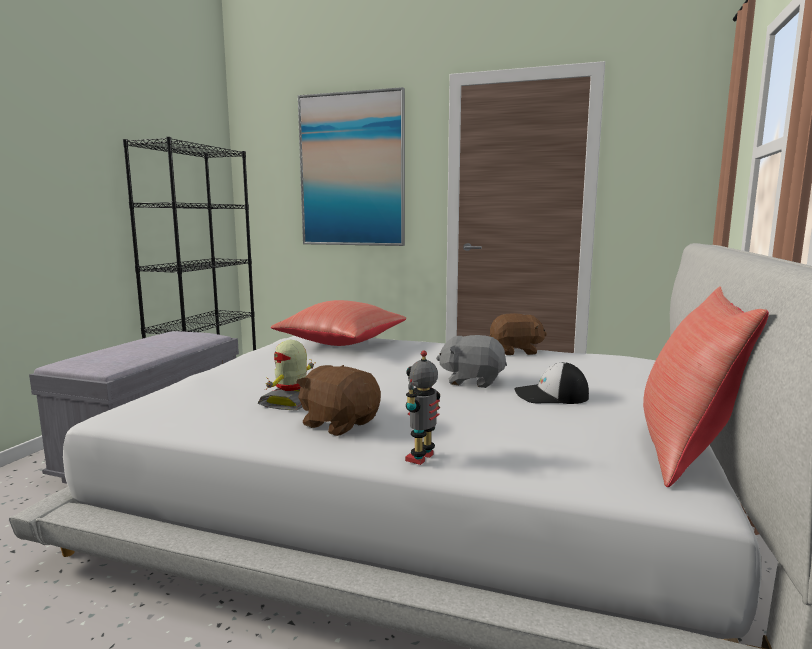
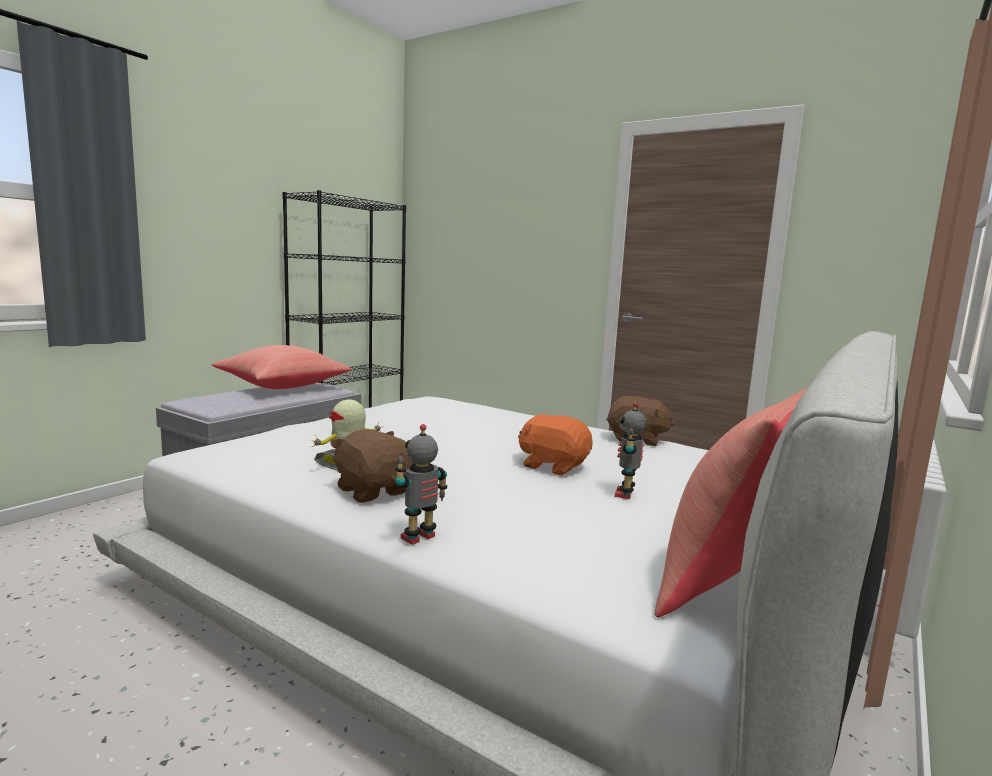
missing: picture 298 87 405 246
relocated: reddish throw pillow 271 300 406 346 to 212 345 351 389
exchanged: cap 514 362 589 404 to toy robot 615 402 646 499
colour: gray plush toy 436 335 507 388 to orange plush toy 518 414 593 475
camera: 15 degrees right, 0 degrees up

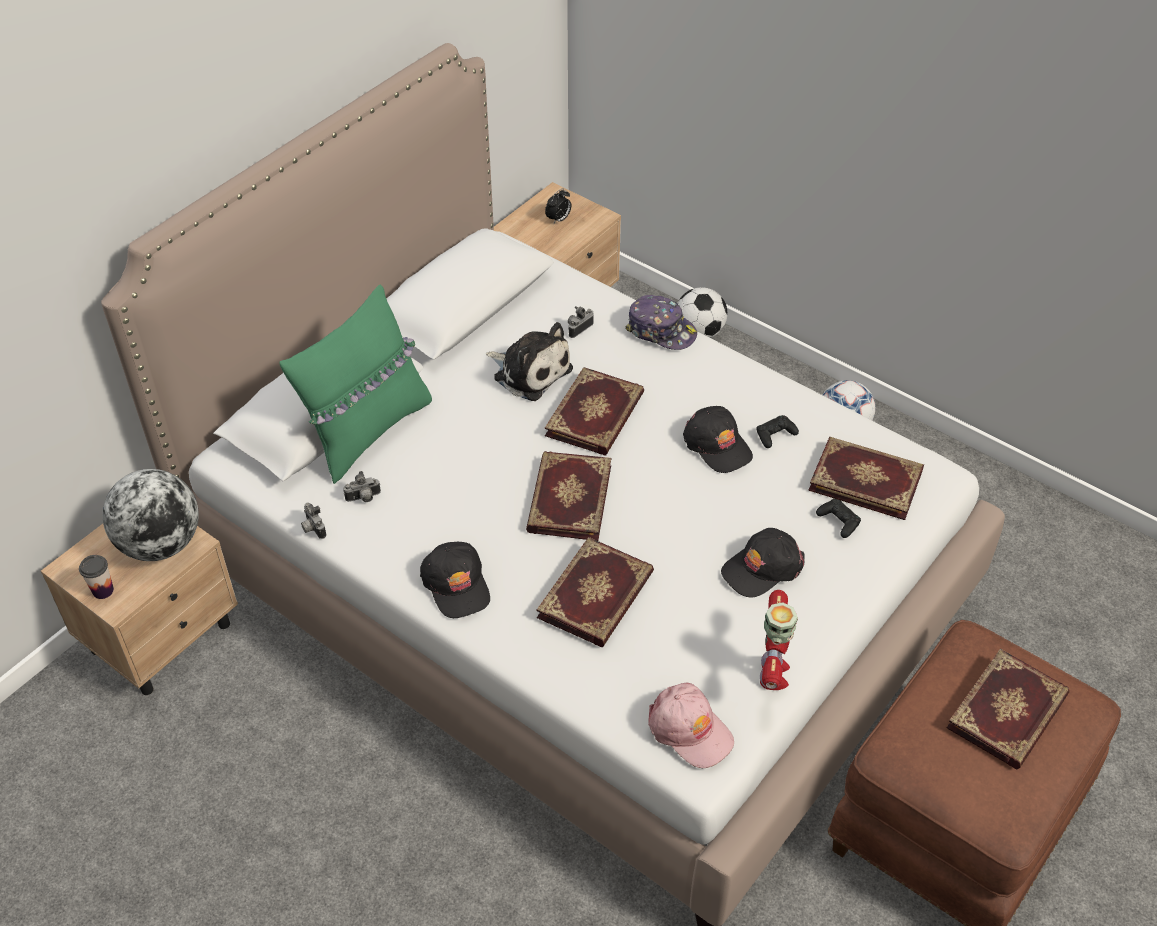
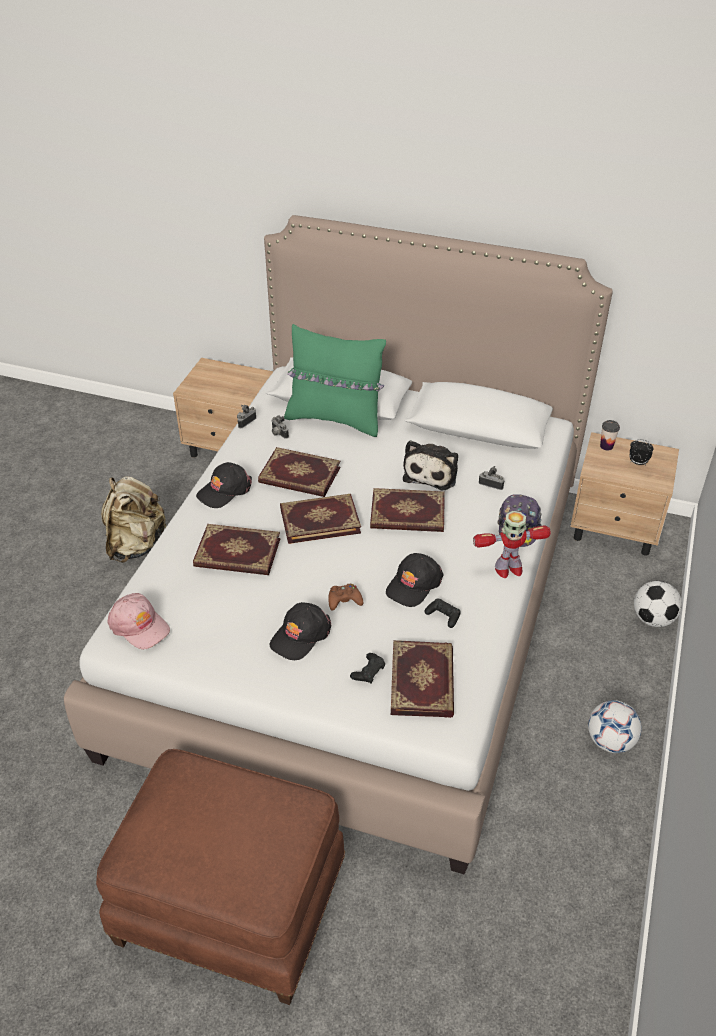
missing: world globe 102 469 199 561
appeared: beige backpack 101 476 166 563; brown-coloured game controller 328 584 363 610
relocated: book 947 649 1069 770 to 258 447 341 497; toy robot 760 590 798 690 to 473 511 551 578; cup 79 555 114 599 to 600 420 620 450
spun: pink cap 648 683 734 768 = 107 593 170 649 75 degrees counterclockwise; black-coloured cap 721 528 804 598 = 270 602 331 660 90 degrees counterclockwise
camera: 70 degrees right, 5 degrees down

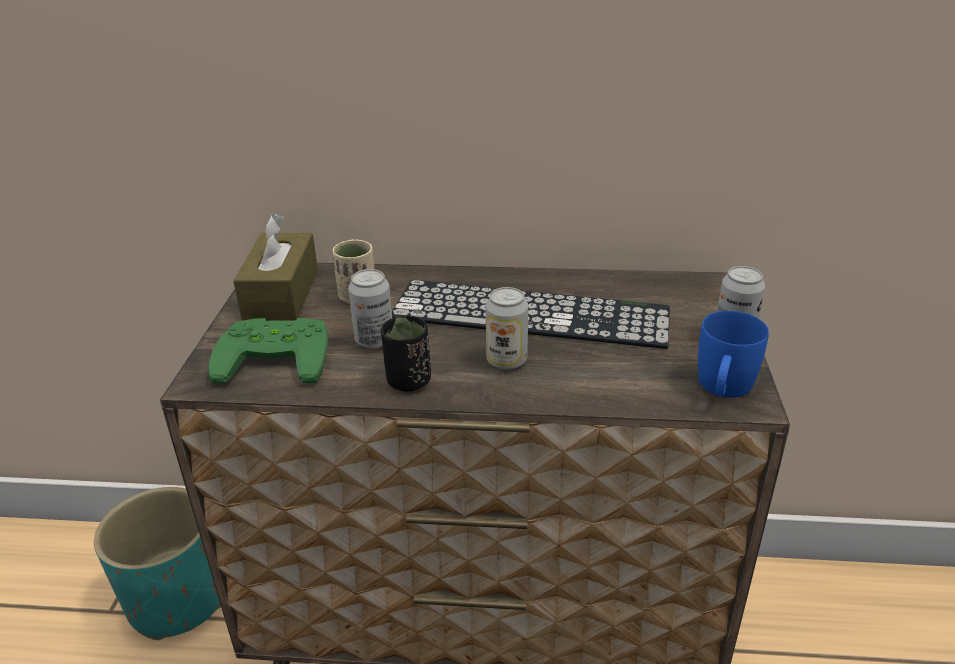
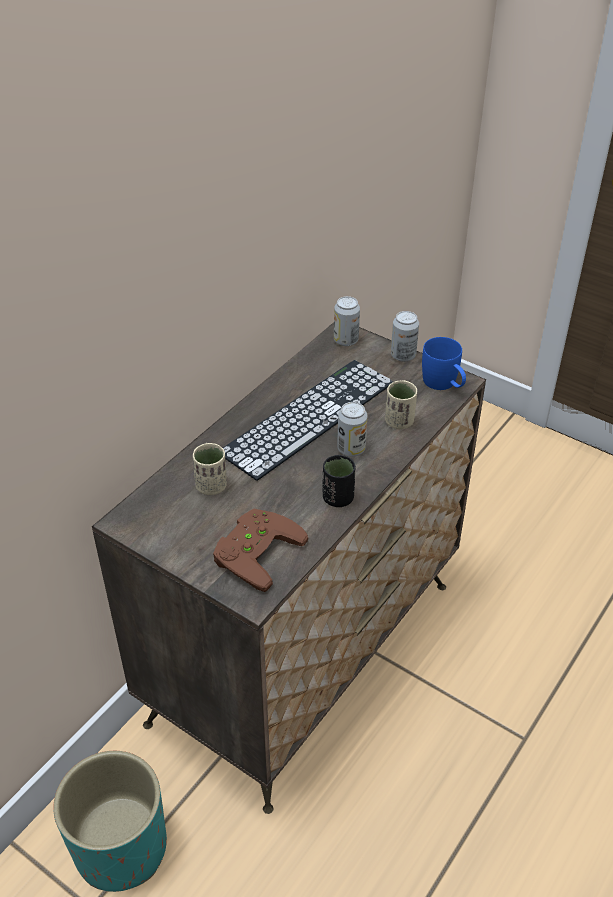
missing: brown-coloured tissue holder 233 214 318 321
appeared: beige cup 385 380 417 429
relocated: sealed can 348 269 392 349 to 334 296 360 346
colour: greenish game controller 208 318 328 384 to brown-coloured game controller 213 508 309 592
camera: 60 degrees left, 10 degrees up

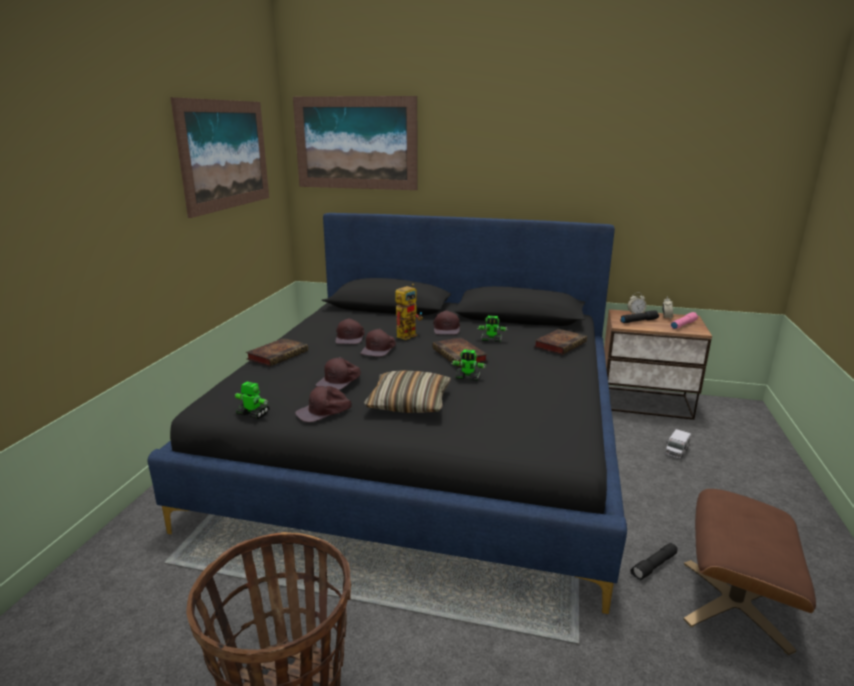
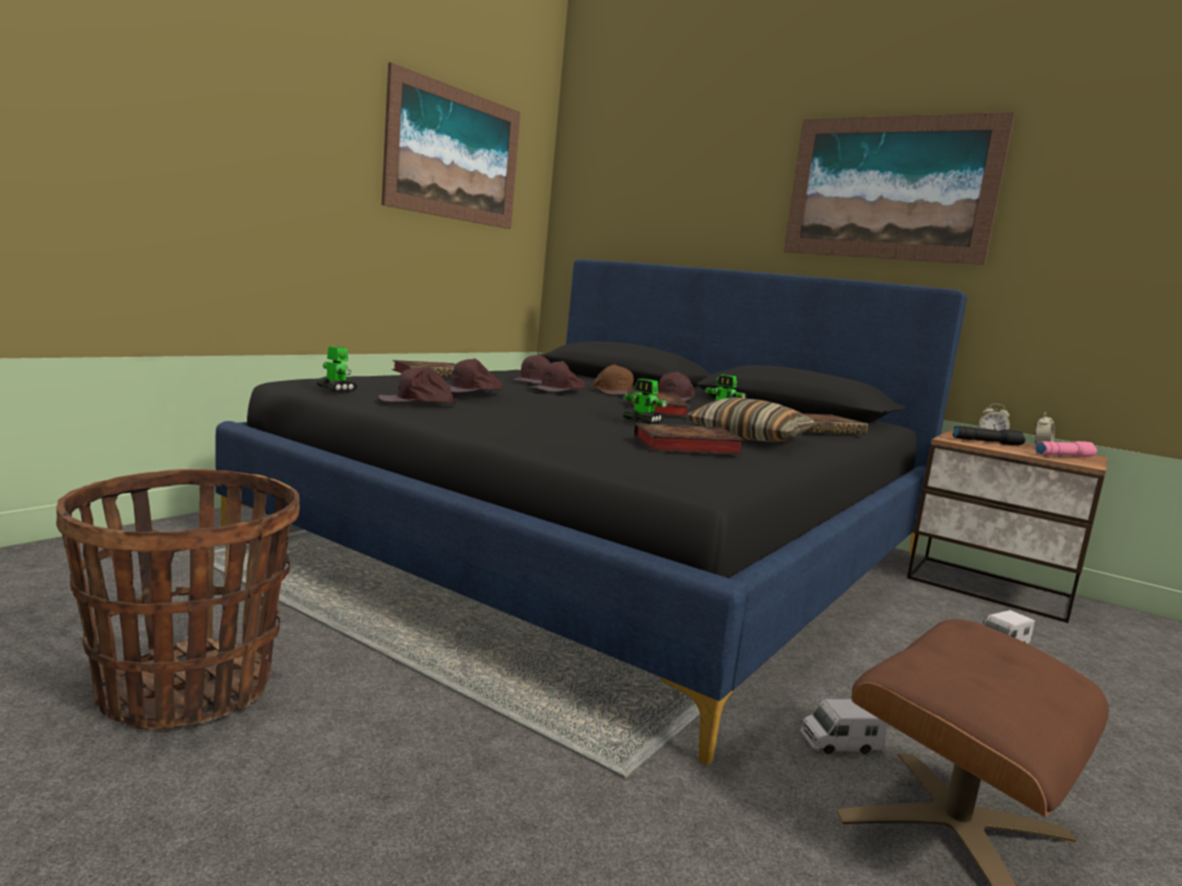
appeared: book 634 423 745 455
relocated: throw pillow 364 370 451 413 to 687 397 817 442; picture 293 96 418 190 to 784 112 1015 265
exchanged: toy robot 395 284 423 340 to brown-coloured cap 593 364 634 395; black-coloured torch 630 543 678 580 to toy lorry 800 699 888 754
camera: 20 degrees right, 10 degrees down

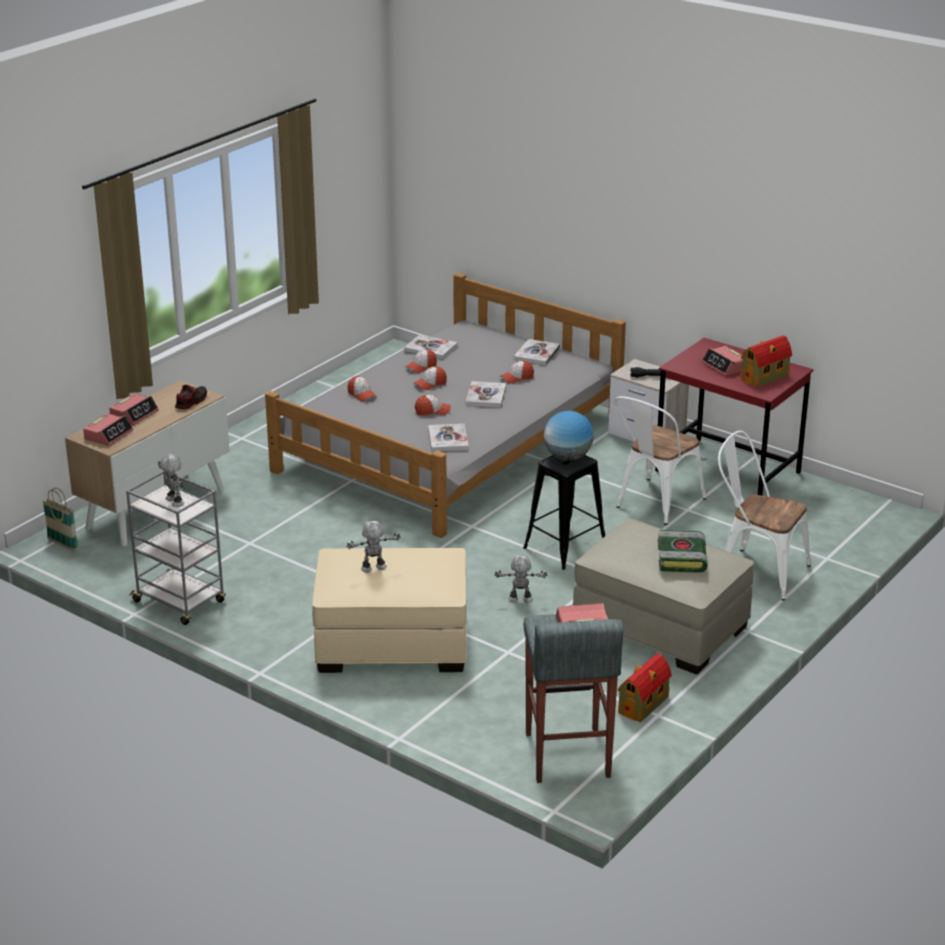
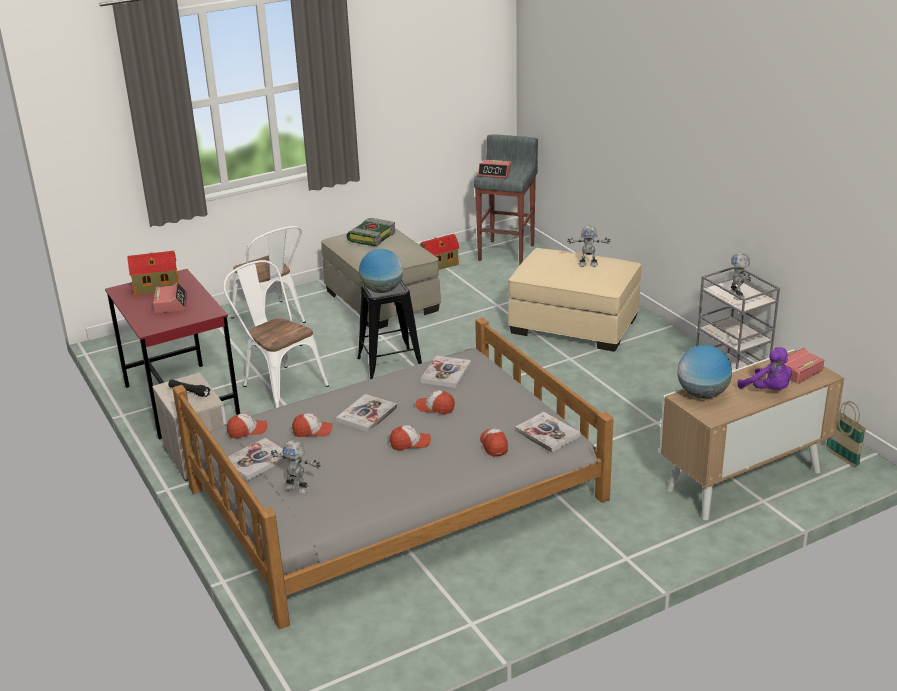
relocated: cap 406 349 437 373 to 227 414 267 439; toy robot 495 556 547 603 to 271 440 321 494; book 404 335 457 359 to 515 412 581 453
exchanged: shoe 175 385 207 409 to world globe 677 345 732 399; alarm clock 109 393 159 425 to purplish plush toy 738 347 792 390
spun: white plain chair 614 396 706 525 = 223 260 329 408 105 degrees counterclockwise
camera: 155 degrees left, 0 degrees up

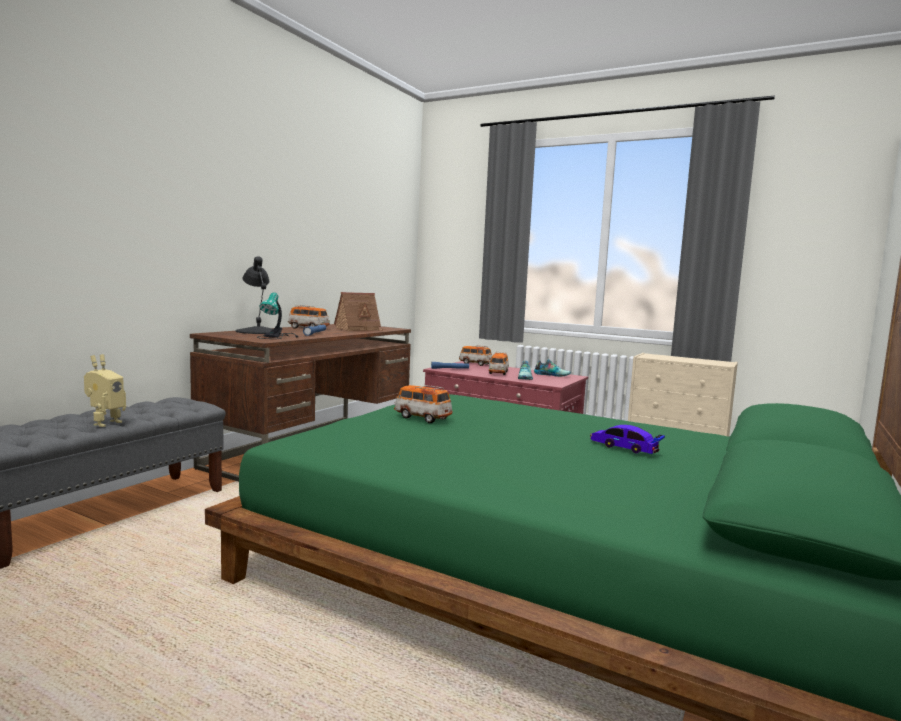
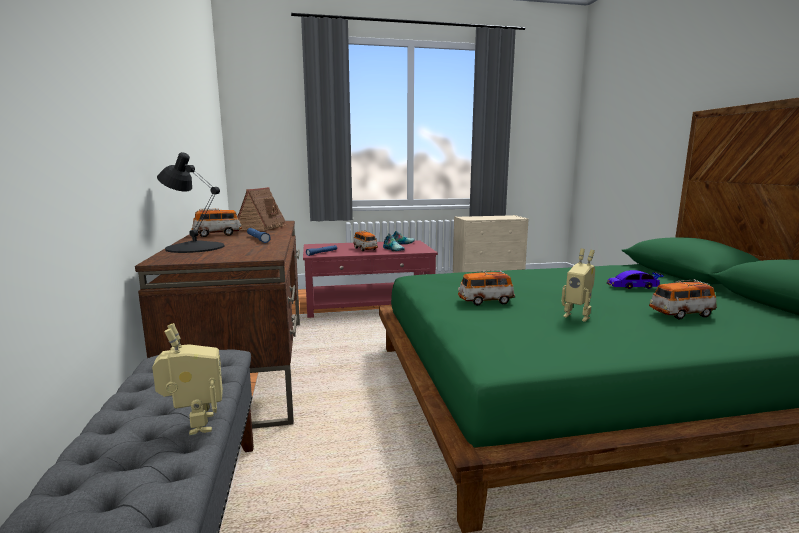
missing: lamp for a table 257 292 299 339
appeared: toy robot 561 248 595 322
relocated: model car 459 345 492 366 to 649 279 717 319
camera: 40 degrees left, 5 degrees up

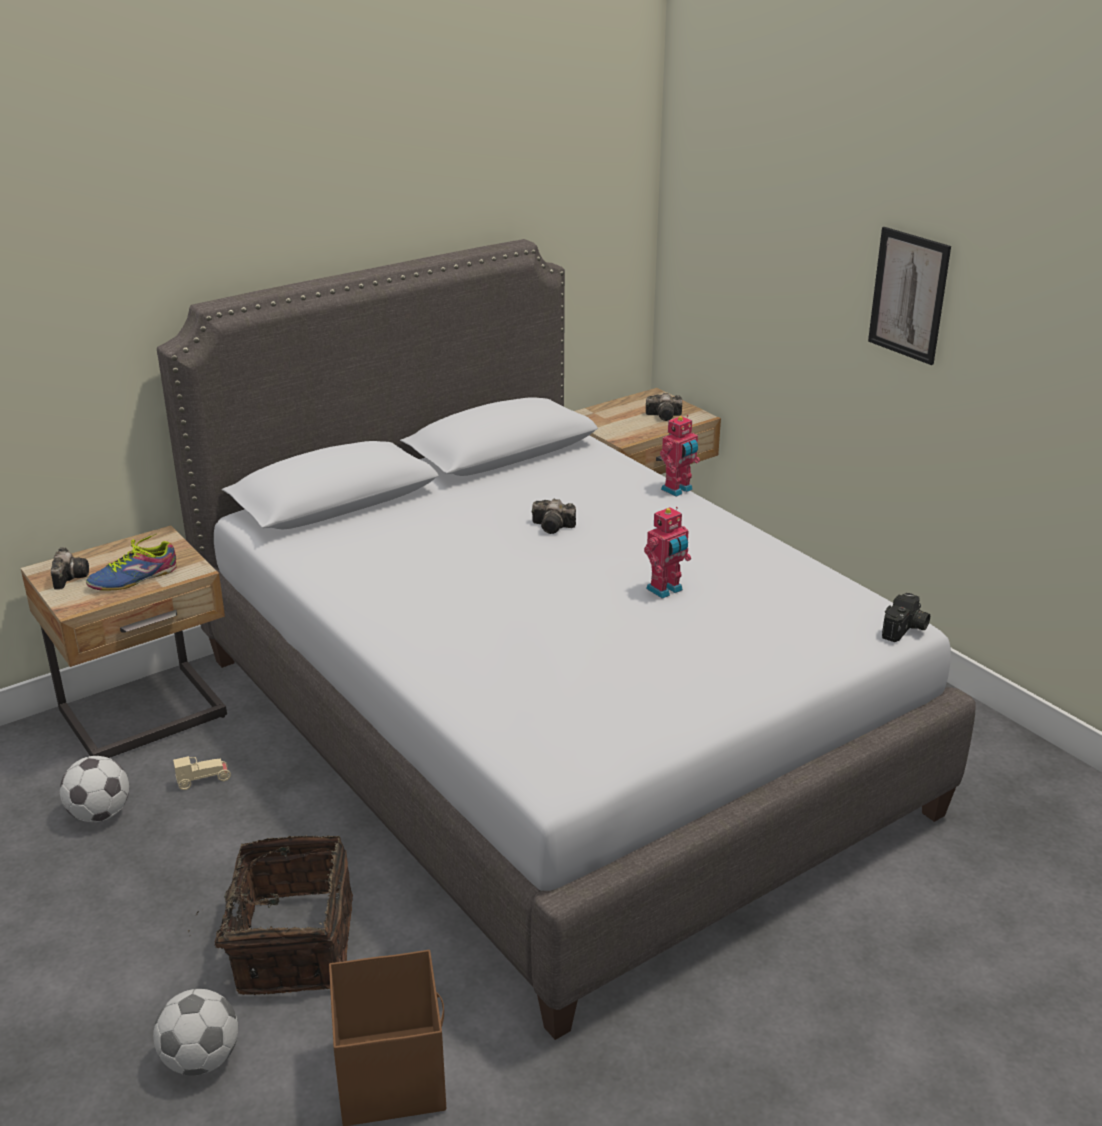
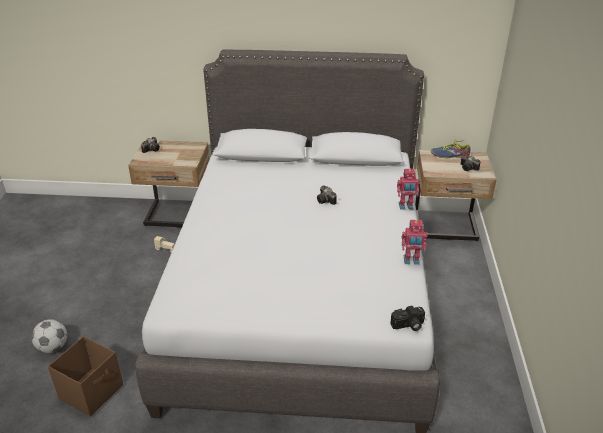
missing: football 60 756 129 822; basket 188 835 353 995; picture 868 227 951 365
relocated: toy robot 644 507 691 599 to 402 220 428 265; shoe 86 534 177 591 to 431 140 471 158
camera: 40 degrees right, 5 degrees up

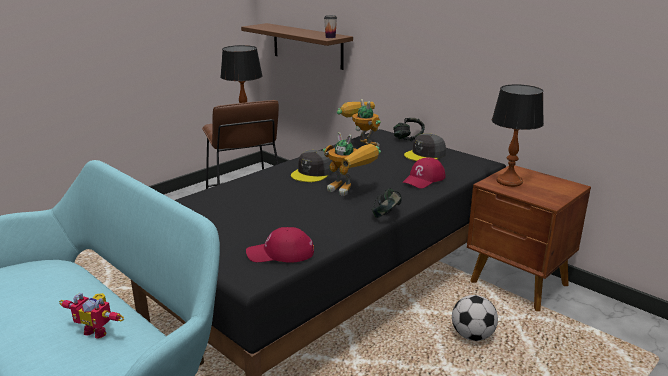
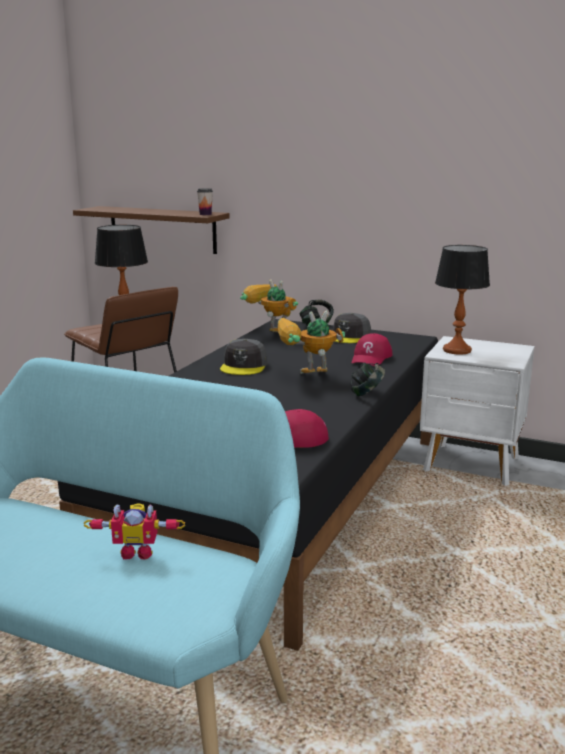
missing: football 452 295 498 341
colour: brown-coloured night table 467 165 591 311 to white night table 420 336 535 486
spun: toy robot 323 132 381 196 = 278 311 345 374 150 degrees clockwise
camera: 20 degrees left, 5 degrees down

